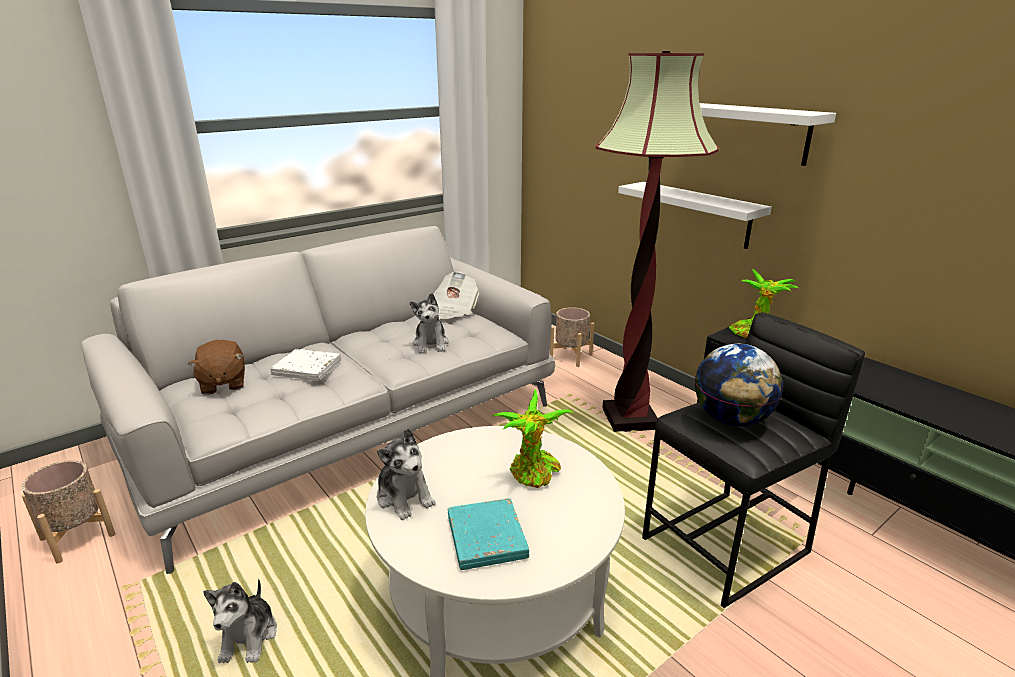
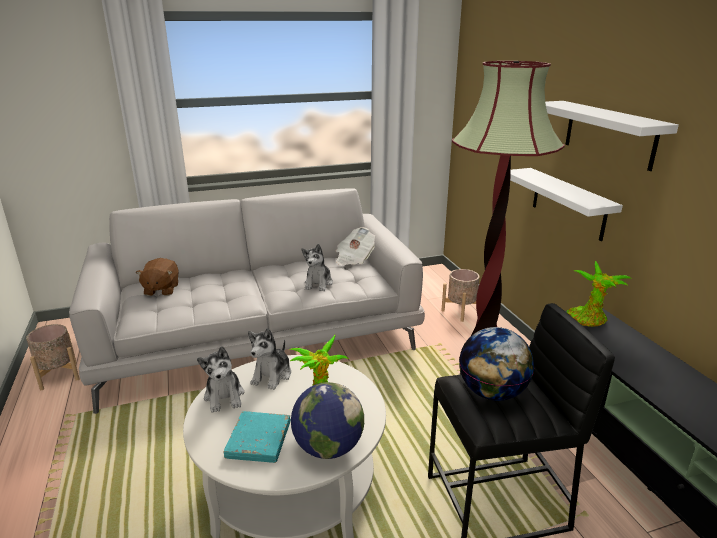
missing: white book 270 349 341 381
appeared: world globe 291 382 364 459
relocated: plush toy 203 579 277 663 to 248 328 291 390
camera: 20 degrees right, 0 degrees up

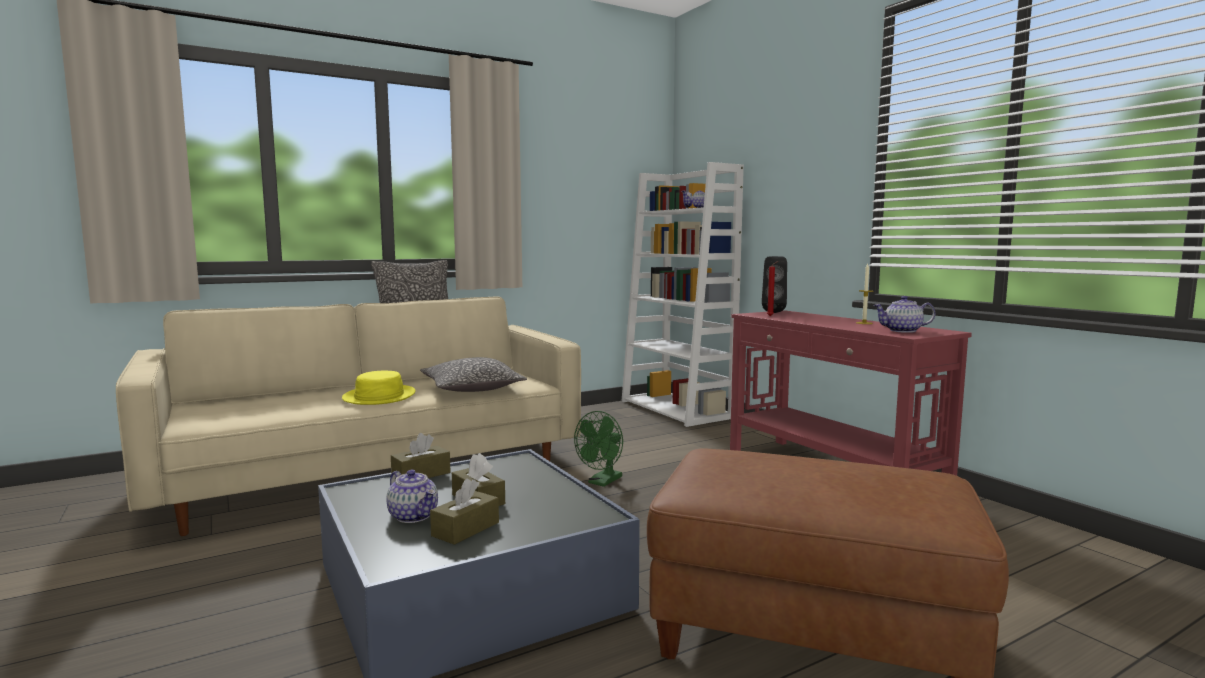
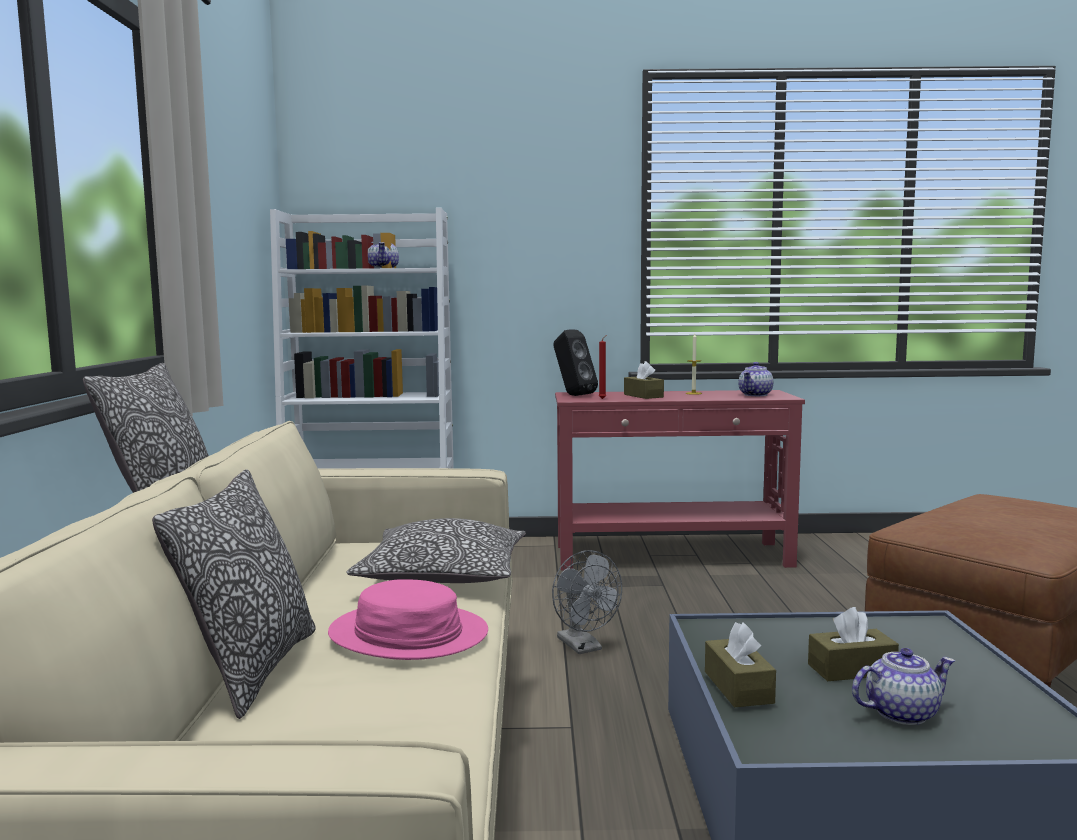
appeared: throw pillow 152 469 316 719
relocated: brown-coloured tissue holder 430 479 499 545 to 624 361 664 399
colour: yellow hat 342 371 415 405 to pink hat 328 579 488 660; greenish cooling fan 574 411 623 487 to gray cooling fan 552 550 622 654
camera: 60 degrees left, 0 degrees up

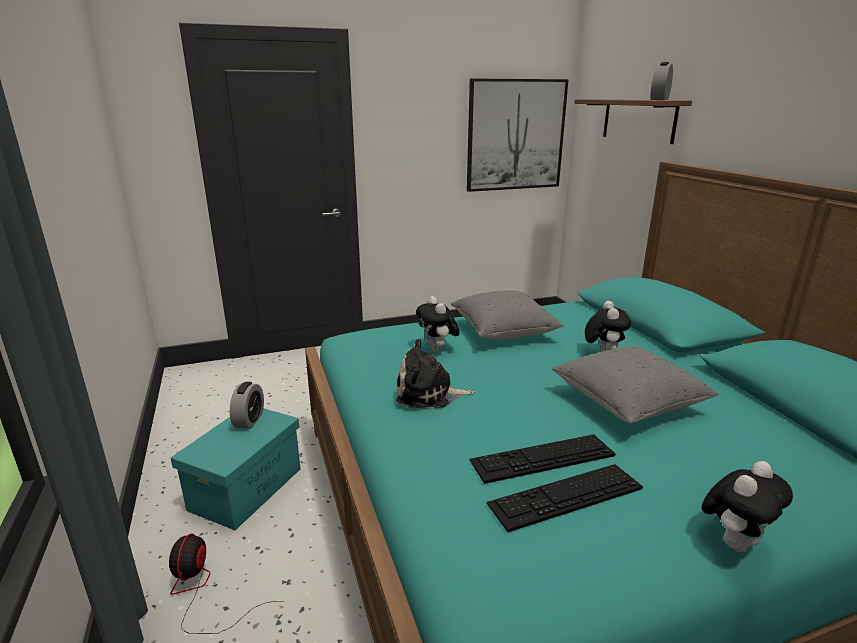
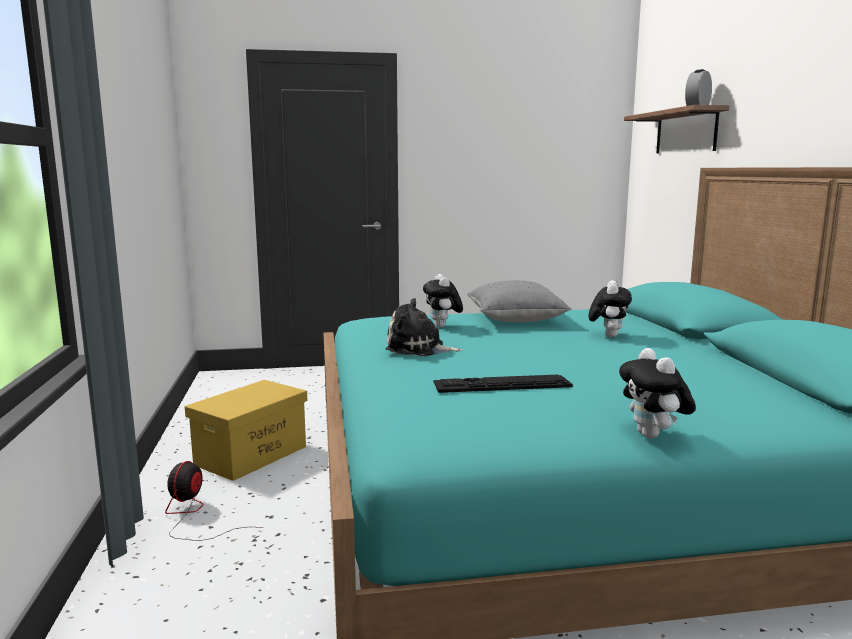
missing: alarm clock 230 382 264 429; picture 467 78 569 192; PC keyboard 486 464 643 532; gray throw pillow 552 346 719 423
colour: blue-green storage box 171 408 301 530 to yellow storage box 185 380 308 481
spun: plush toy 702 461 793 552 = 619 348 696 438 105 degrees clockwise
camera: 10 degrees right, 10 degrees down

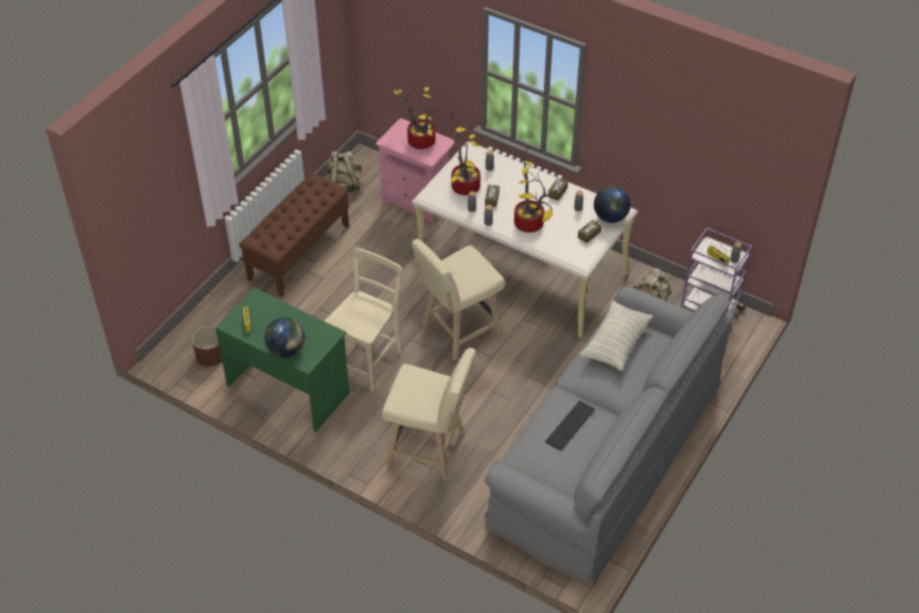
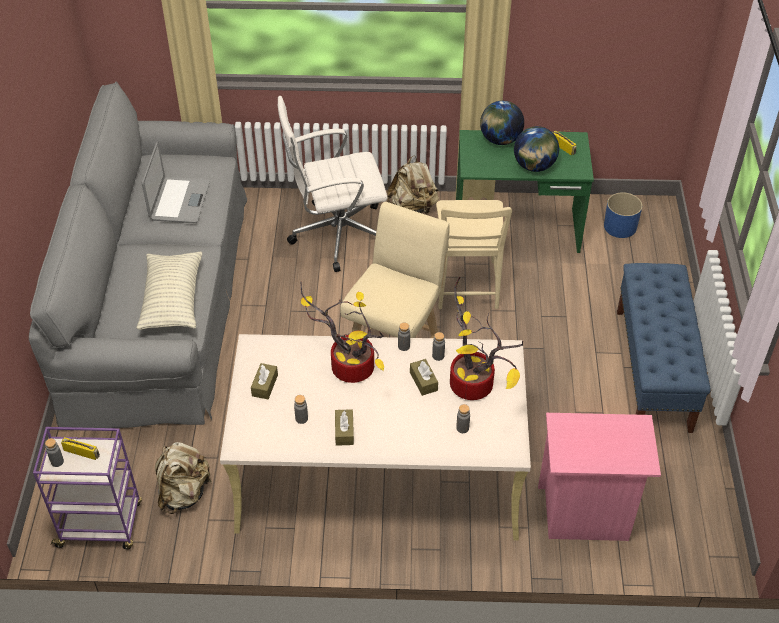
missing: plant in a pot 392 75 435 149
relocated: beige backpack 326 151 363 192 to 387 155 439 215; world globe 594 186 631 223 to 514 126 559 172
exchanged: PC keyboard 545 401 595 451 to portable computer 142 142 210 223; beige stool seat 382 348 476 480 to white desk chair 278 96 388 272
colour: brown-coloured plant pot 192 326 222 366 to blue-coloured plant pot 604 192 642 238; brown-coloured bench 239 173 349 297 to blue-coloured bench 617 263 711 433
camera: 150 degrees right, 0 degrees up

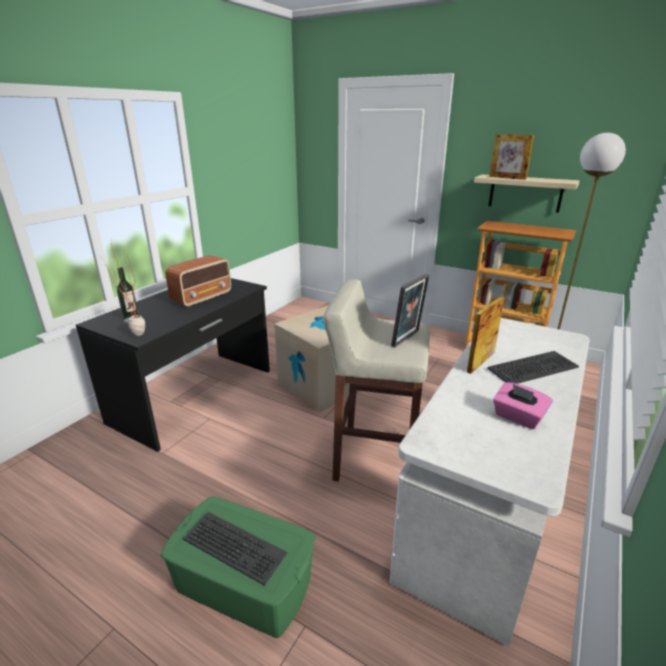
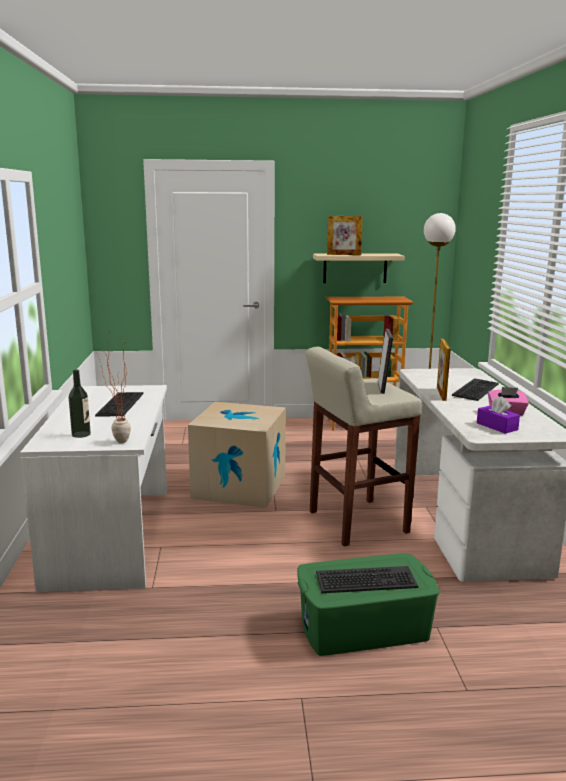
appeared: purplish tissue holder 477 396 520 434
exchanged: radio set 165 255 231 308 to PC keyboard 95 392 144 417
colour: black-coloured desk unit 76 278 270 452 to white desk unit 20 385 167 592
camera: 35 degrees left, 10 degrees down

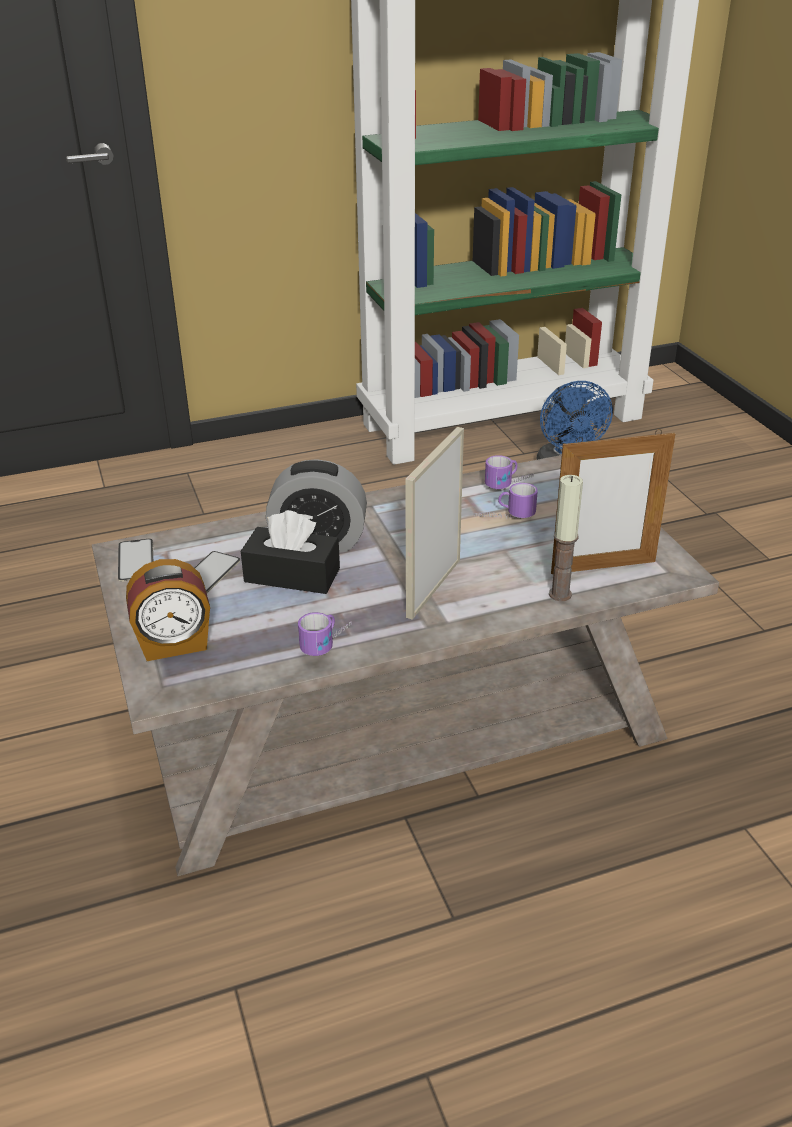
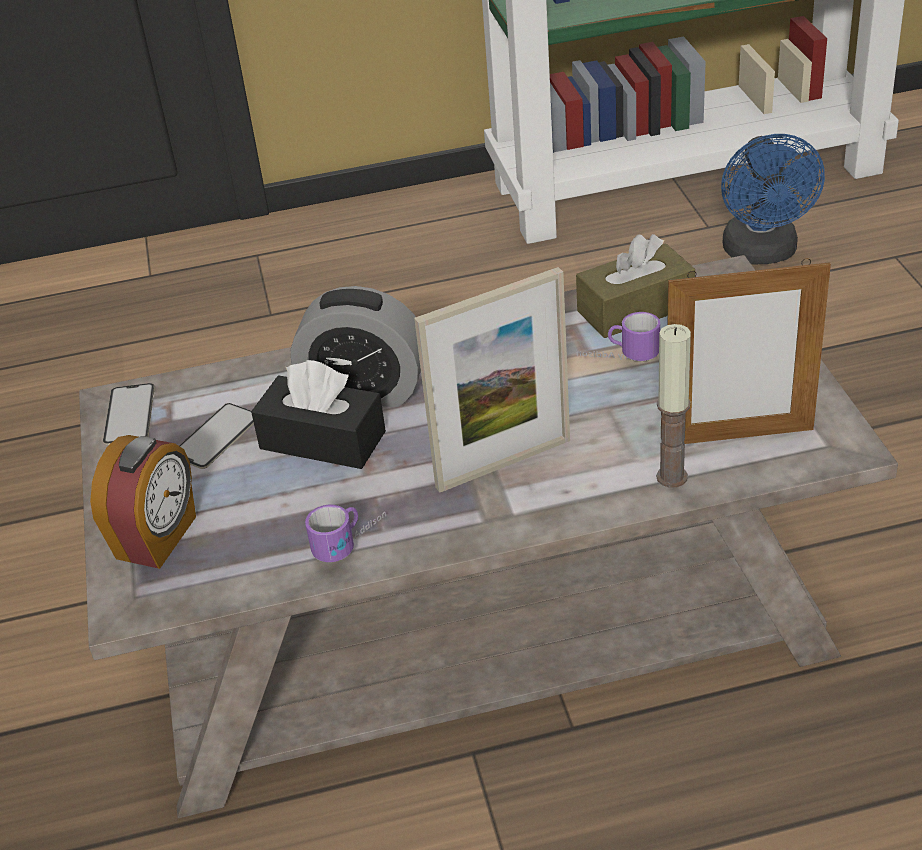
exchanged: coffee mug 485 455 533 489 to brown-coloured tissue holder 576 234 695 338
spun: alarm clock 126 559 210 661 = 90 435 196 569 60 degrees counterclockwise; standing frame 405 427 464 620 = 414 267 570 493 150 degrees counterclockwise
camera: 10 degrees right, 5 degrees up

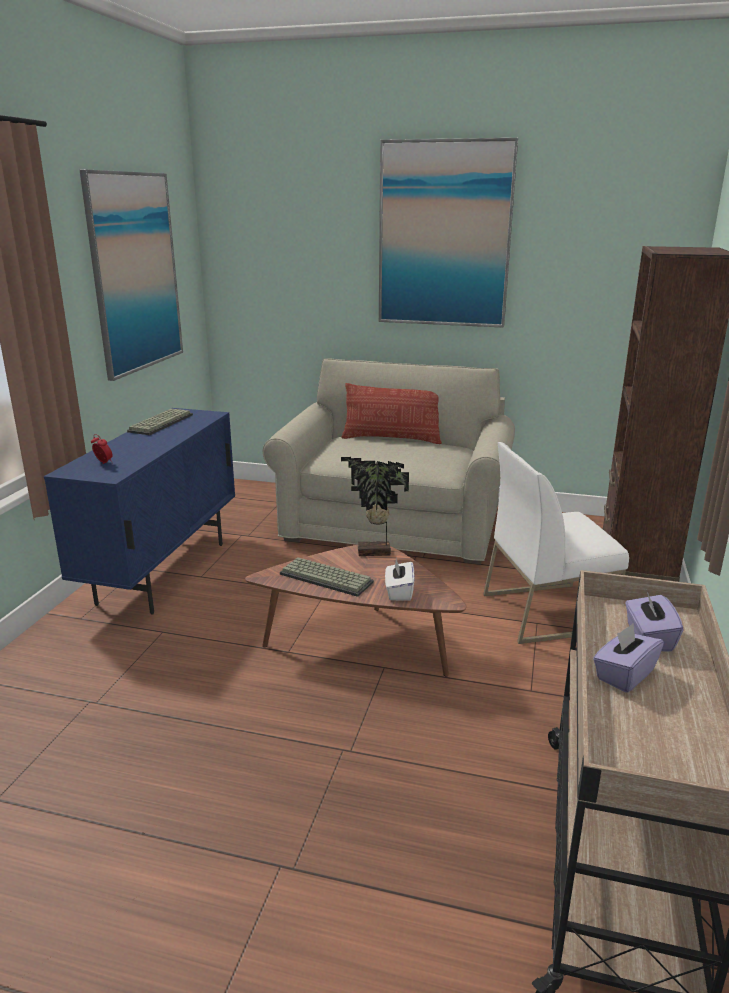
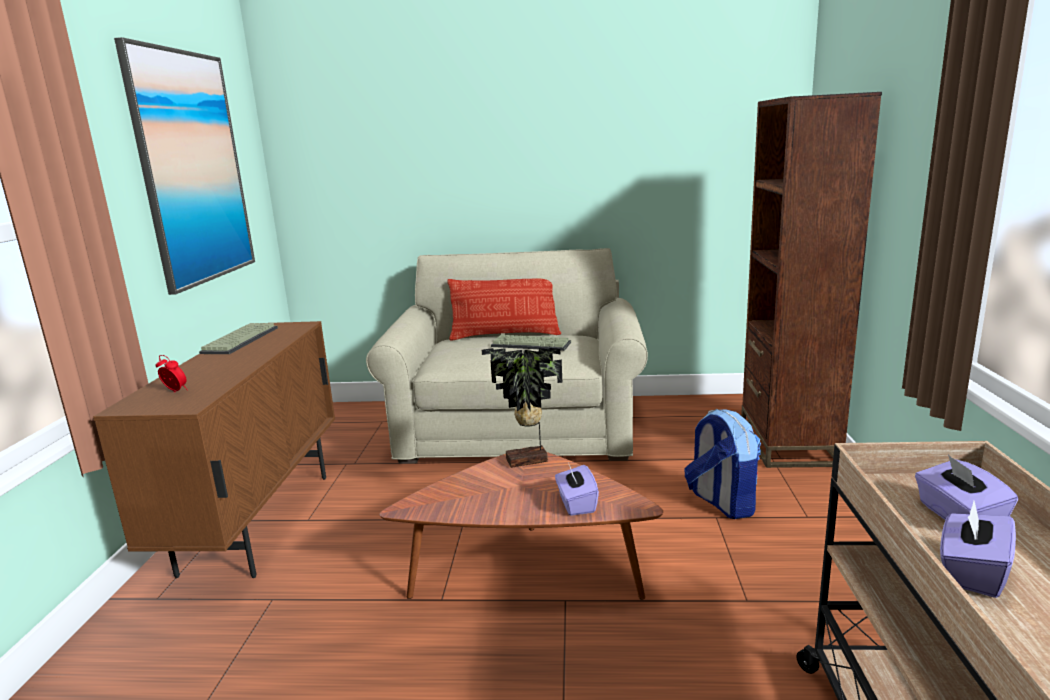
missing: picture 379 138 518 328
relocated: PC keyboard 280 557 374 597 to 491 335 571 351
exchanged: white plain chair 483 442 629 644 to backpack 684 409 761 519
colour: blue-coloured cabinet 44 408 235 614 to brown-coloured cabinet 93 321 335 578; white tissue holder 385 558 415 601 to purplish tissue holder 555 462 599 516
camera: 10 degrees left, 5 degrees down

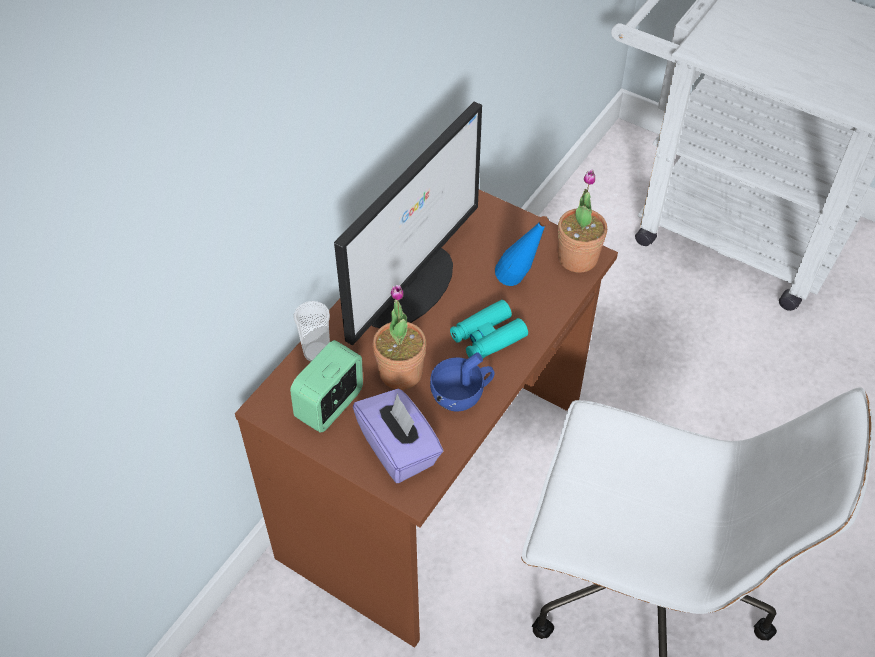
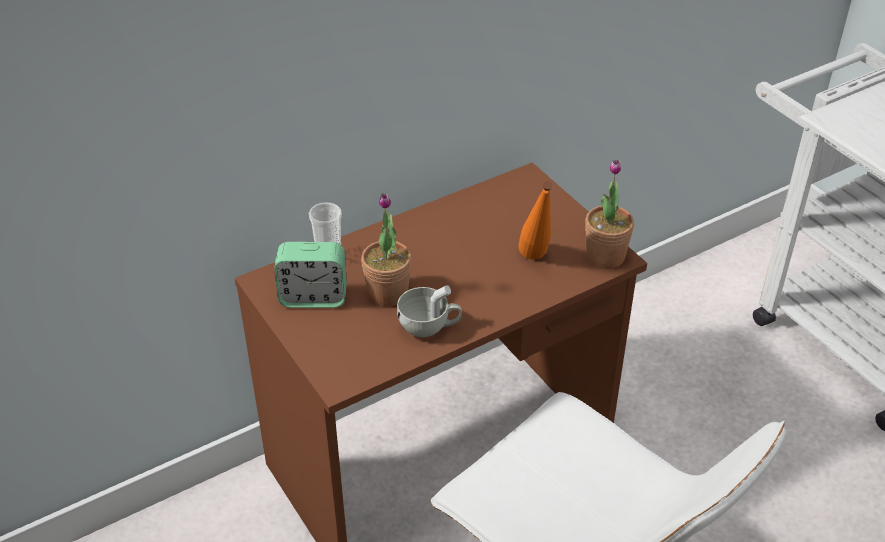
missing: monitor 334 102 482 345; purplish tissue holder 353 389 443 483; blue-green pair of binoculars 450 300 528 358
colour: blue-coloured cup 430 352 495 411 to white cup 397 285 462 337; blue-coloured bottle 495 216 549 286 to orange bottle 519 181 553 260
spun: alarm clock 290 340 363 433 = 274 242 347 308 150 degrees counterclockwise
camera: 25 degrees right, 10 degrees down

